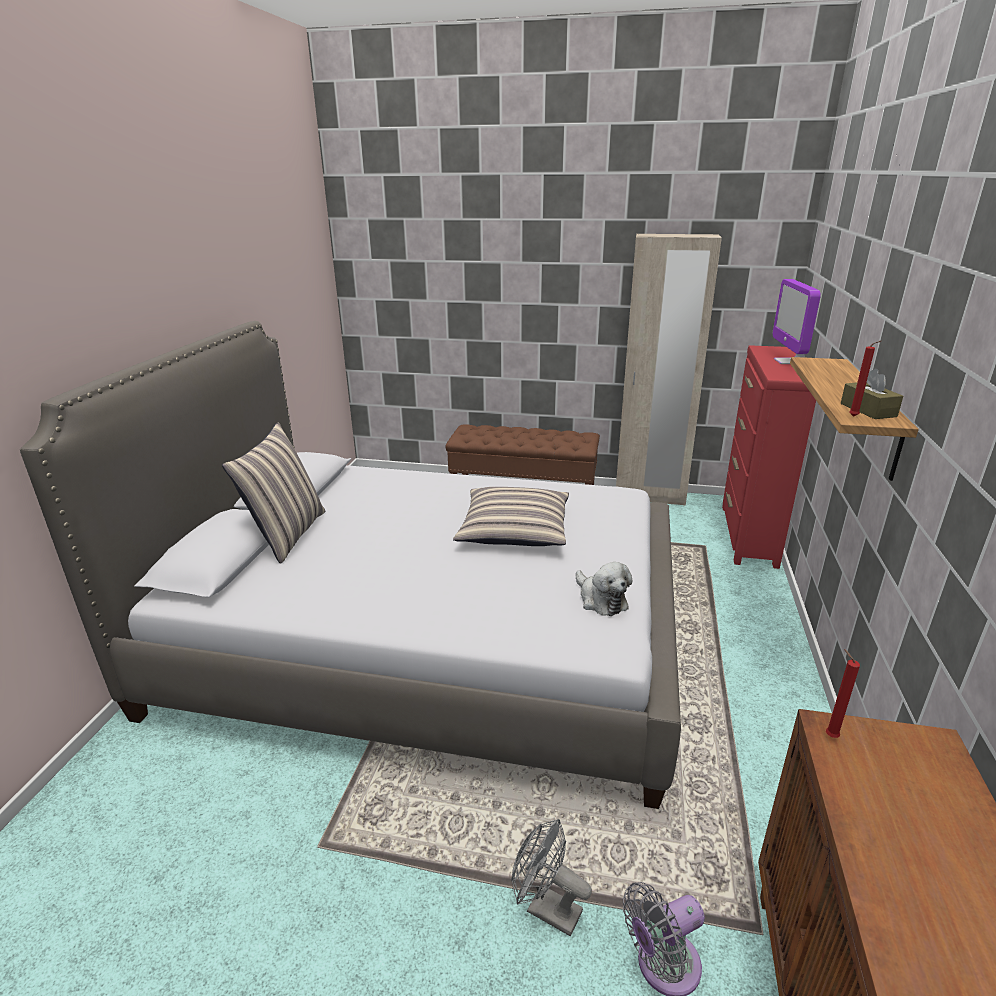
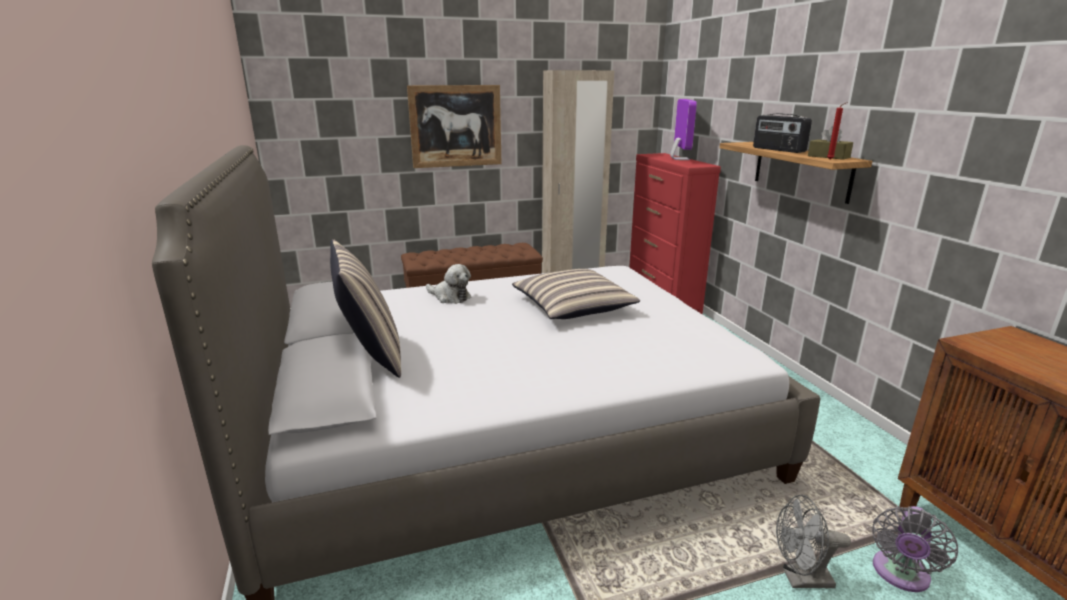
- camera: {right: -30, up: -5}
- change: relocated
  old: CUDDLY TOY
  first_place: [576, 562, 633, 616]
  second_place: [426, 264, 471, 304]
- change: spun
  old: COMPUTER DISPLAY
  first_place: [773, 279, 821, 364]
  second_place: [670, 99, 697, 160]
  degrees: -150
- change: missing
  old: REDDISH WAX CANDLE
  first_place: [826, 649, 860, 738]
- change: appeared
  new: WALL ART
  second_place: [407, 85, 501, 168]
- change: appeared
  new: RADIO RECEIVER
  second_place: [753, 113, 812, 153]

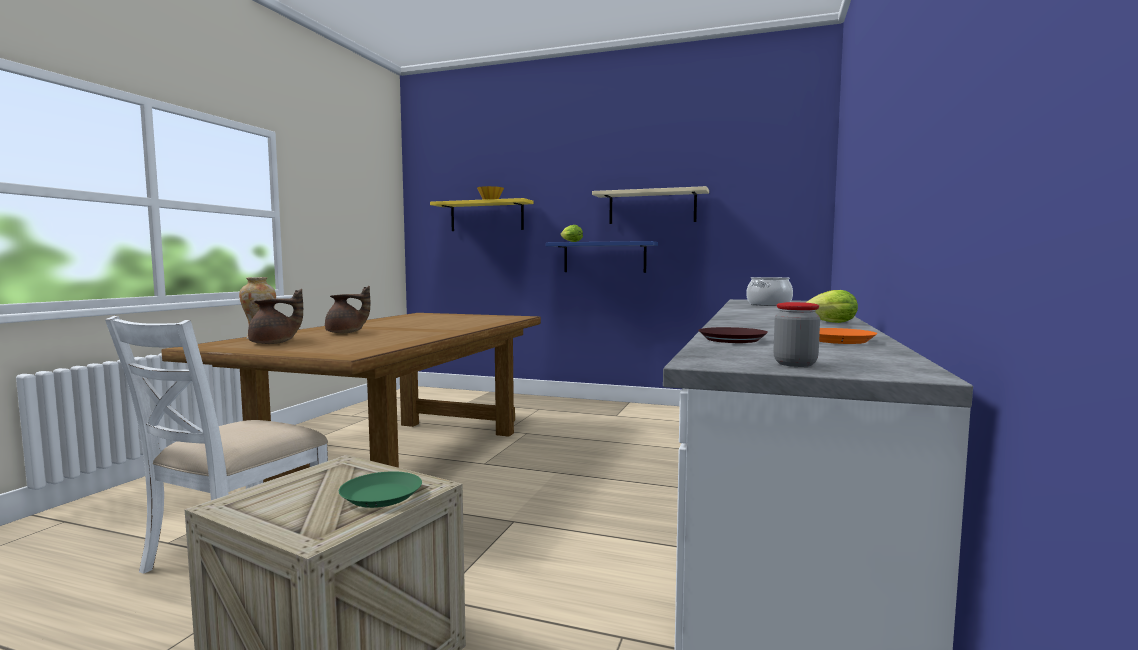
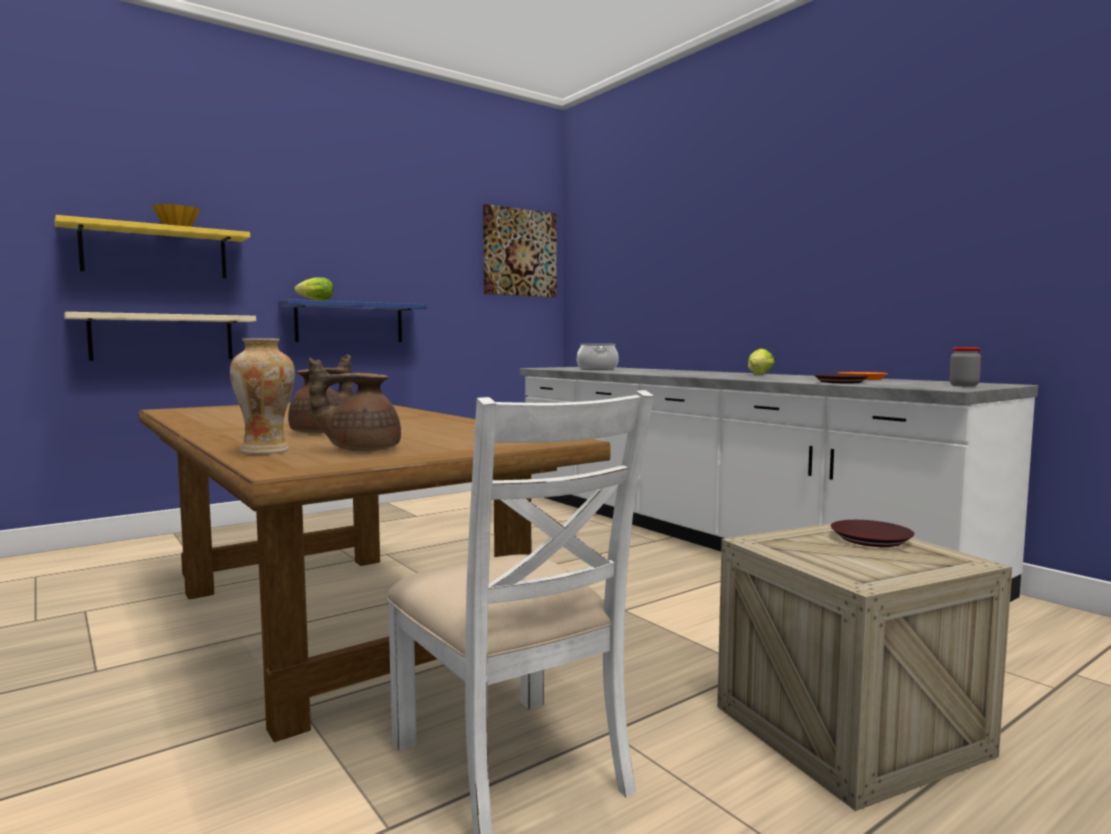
- camera: {right: -55, up: 0}
- change: spun
  old: BROWN-COLOURED TEA POT
  first_place: [248, 289, 303, 344]
  second_place: [309, 358, 401, 451]
  degrees: -120
- change: colour
  old: GREEN-COLOURED DINNER PLATE
  new: BROWN-COLOURED DINNER PLATE
  first_place: [339, 471, 422, 508]
  second_place: [831, 520, 915, 547]
- change: relocated
  old: SAND-COLOURED BRACKET SHELF
  first_place: [592, 186, 709, 224]
  second_place: [64, 312, 256, 361]
- change: appeared
  new: WALL ART
  second_place: [483, 204, 556, 297]

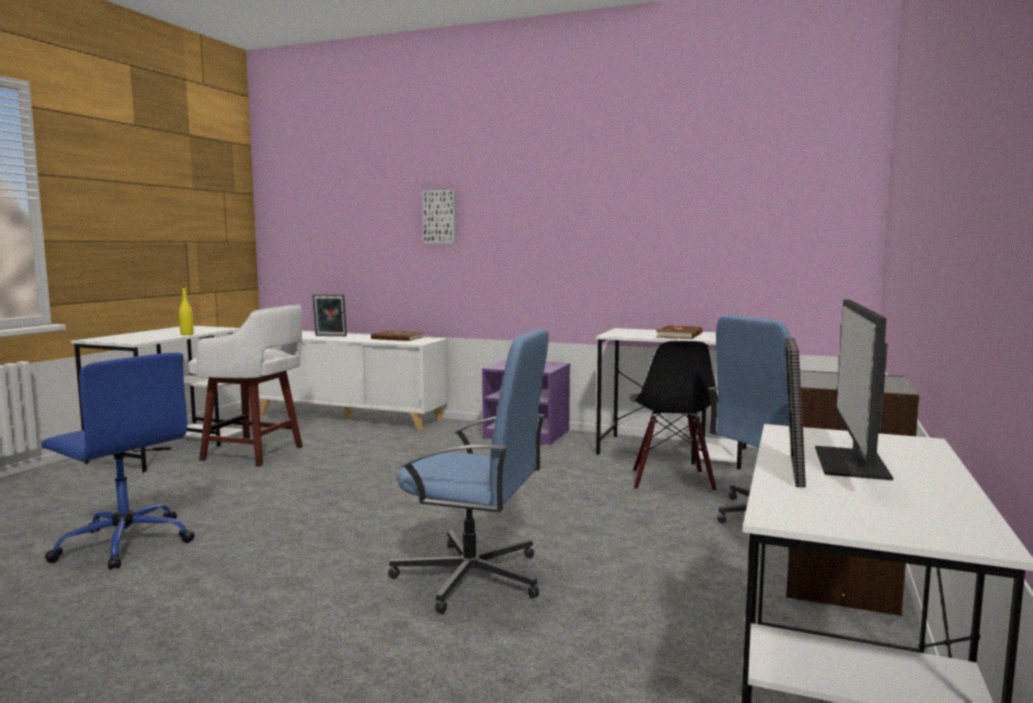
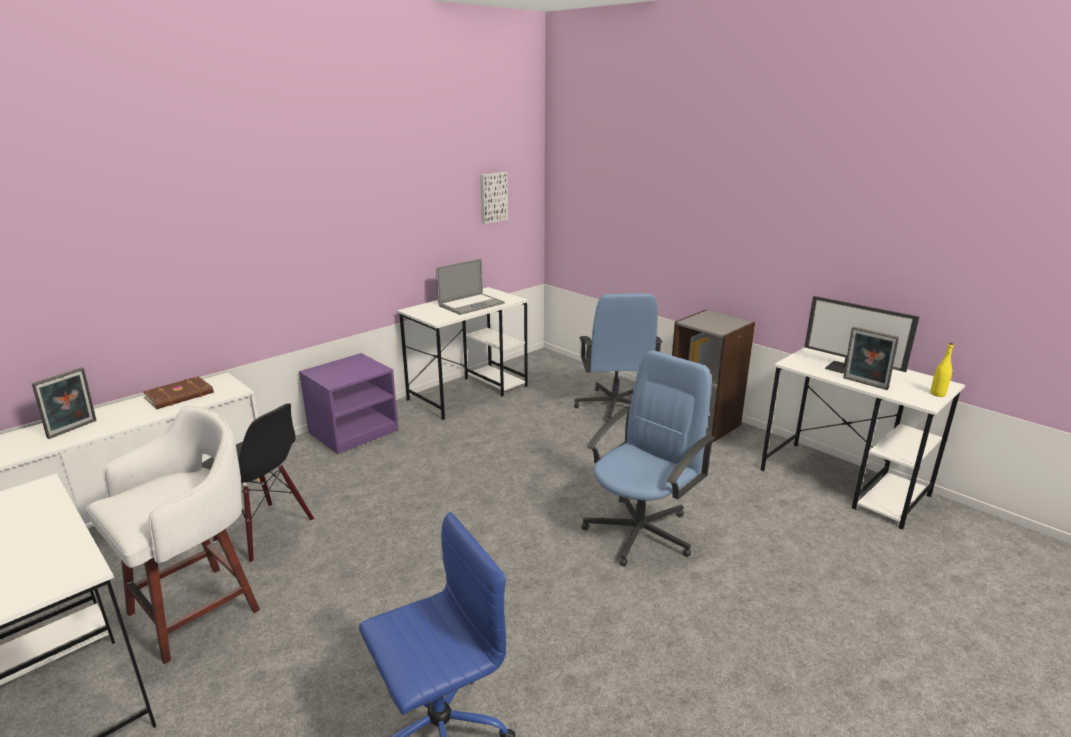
- camera: {right: -65, up: 15}
- change: relocated
  old: YELLOWISH BEVERAGE BOTTLE
  first_place: [179, 287, 194, 335]
  second_place: [930, 343, 953, 397]
- change: relocated
  old: WALL ART
  first_place: [423, 190, 457, 243]
  second_place: [480, 172, 508, 224]
- change: relocated
  old: BLACK-COLOURED UPRIGHT CHAIR
  first_place: [630, 341, 718, 492]
  second_place: [202, 403, 314, 563]
- change: exchanged
  old: BROWN-COLOURED BOUND BOOK
  new: PORTABLE COMPUTER
  first_place: [657, 325, 702, 339]
  second_place: [436, 259, 505, 315]

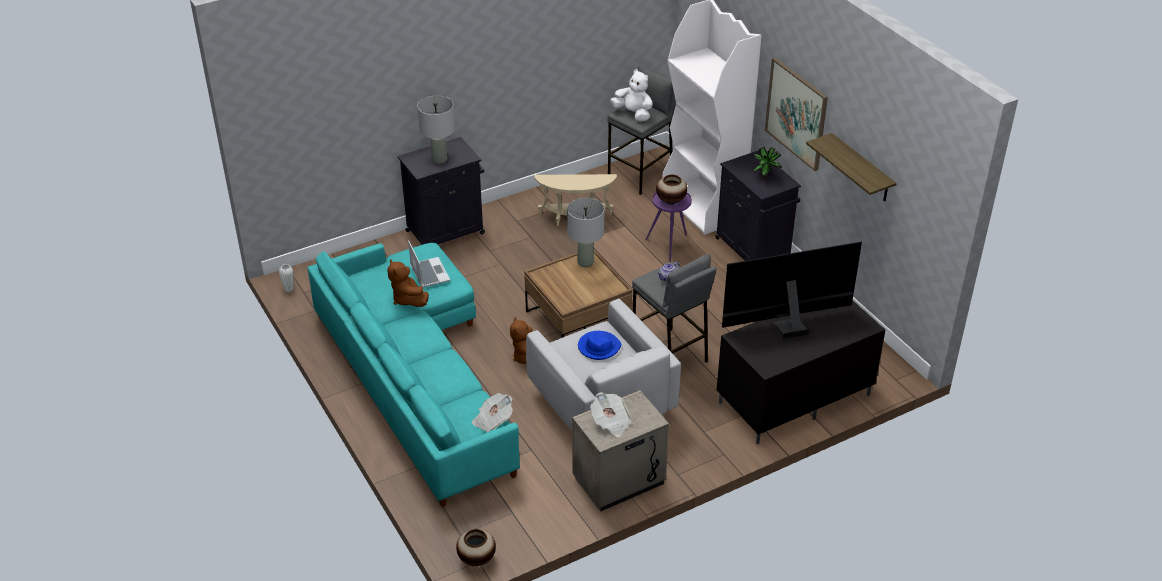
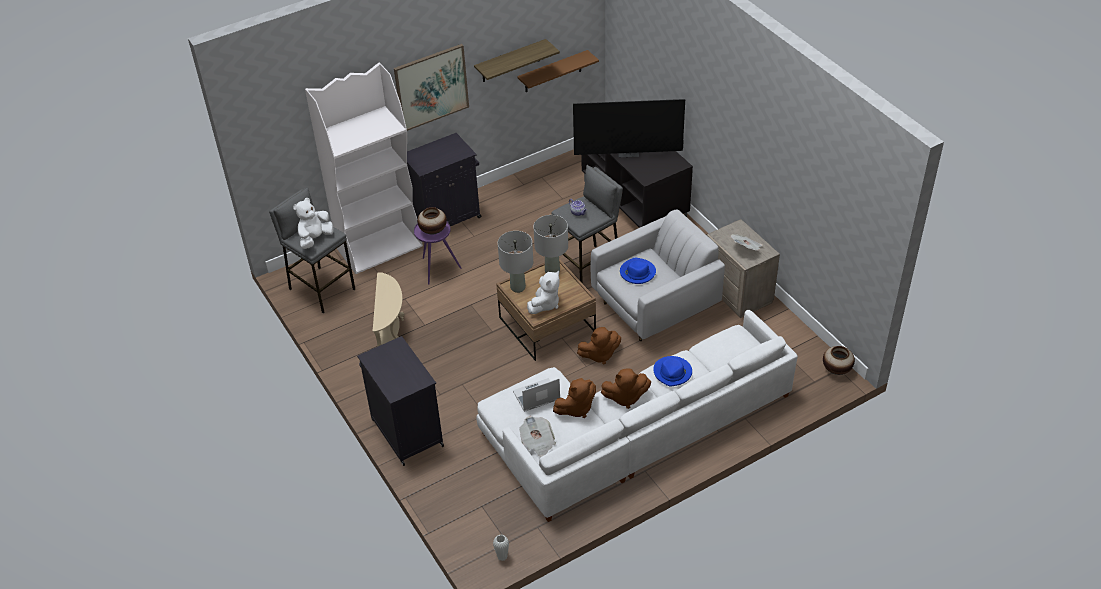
- camera: {right: -90, up: 5}
- change: colour
  old: BLUE-GREEN SOFA
  new: WHITE SOFA
  first_place: [308, 243, 520, 507]
  second_place: [477, 310, 798, 522]
- change: relocated
  old: GREYISH TABLETOP LAMP
  first_place: [417, 96, 455, 164]
  second_place: [534, 215, 568, 273]
- change: relocated
  old: PRINTED PAPER
  first_place: [472, 393, 513, 433]
  second_place: [519, 416, 556, 457]
- change: spun
  old: TELEVISION
  first_place: [722, 242, 862, 339]
  second_place: [573, 99, 685, 157]
  degrees: -75
- change: missing
  old: PLANT IN A POT
  first_place: [753, 147, 782, 178]
- change: appeared
  new: BROWN-COLOURED BRACKET SHELF
  second_place: [517, 50, 599, 92]
- change: appeared
  new: WHITE CUDDLY TOY
  second_place: [527, 271, 560, 314]
- change: appeared
  new: BROWN-COLOURED CUDDLY TOY
  second_place: [601, 368, 651, 409]
- change: appeared
  new: BLUISH WEARABLE HAT
  second_place: [653, 356, 692, 387]

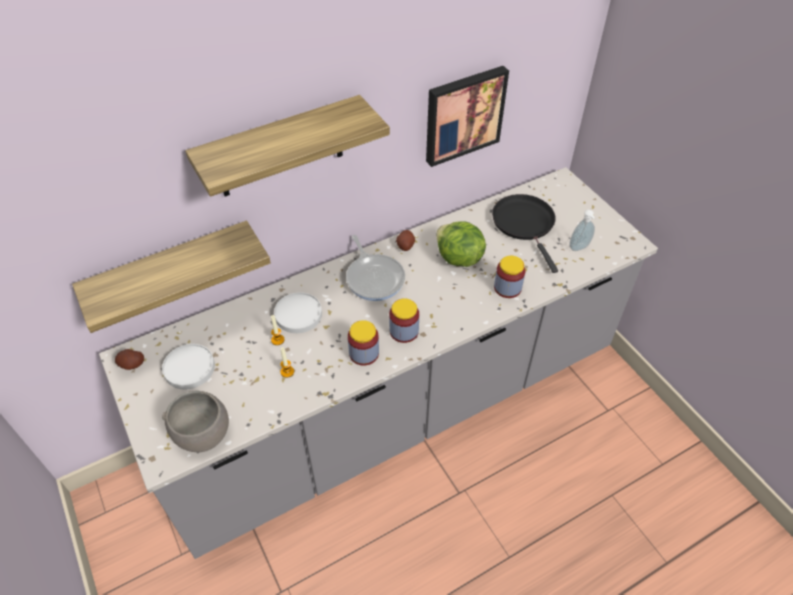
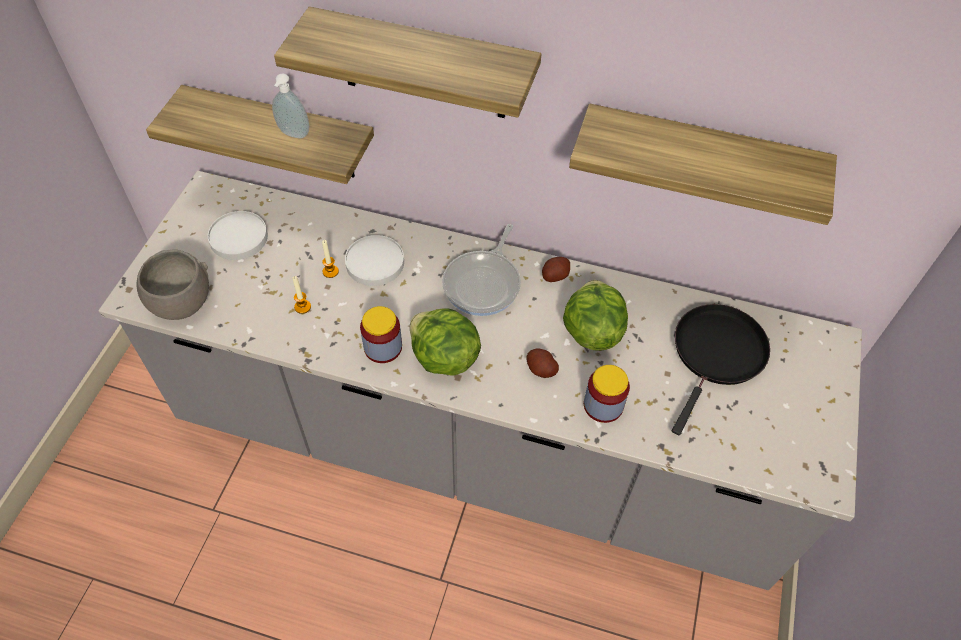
- camera: {right: 45, up: 5}
- change: relocated
  old: WHOLE POTATO
  first_place: [115, 349, 144, 370]
  second_place: [527, 349, 559, 378]
- change: exchanged
  old: PRESERVE JAR
  new: HEAD OF LETTUCE
  first_place: [389, 298, 419, 343]
  second_place: [410, 308, 481, 376]
- change: exchanged
  old: WALL ART
  new: BRACKET SHELF
  first_place: [426, 66, 509, 167]
  second_place: [569, 104, 837, 225]
- change: relocated
  old: LIQUID SOAP BOTTLE
  first_place: [569, 210, 595, 251]
  second_place: [272, 74, 309, 138]

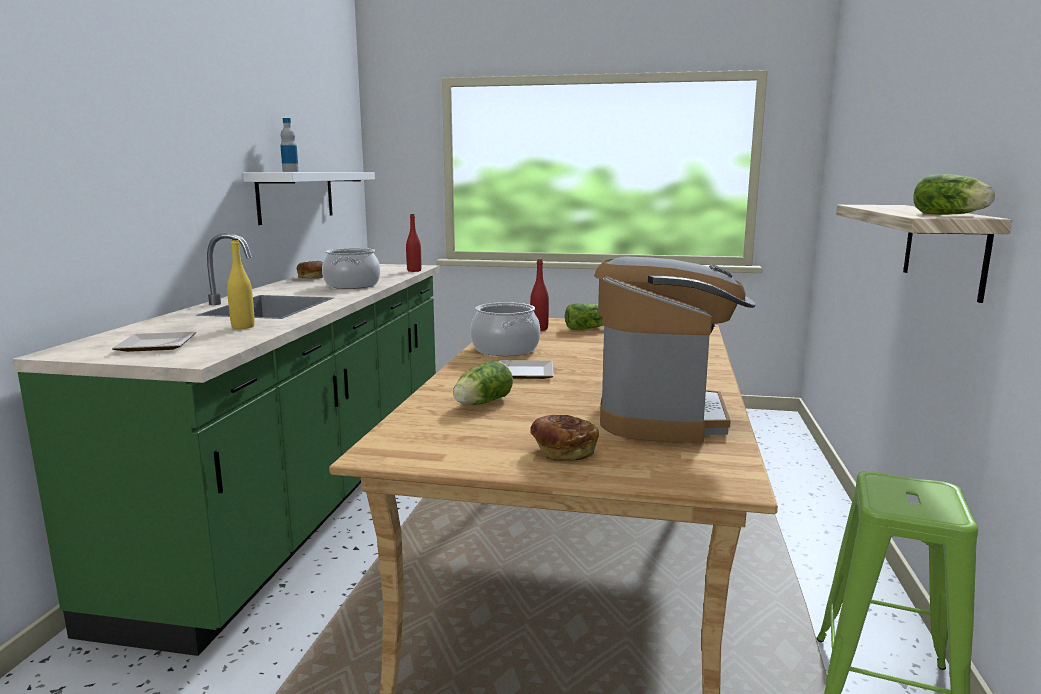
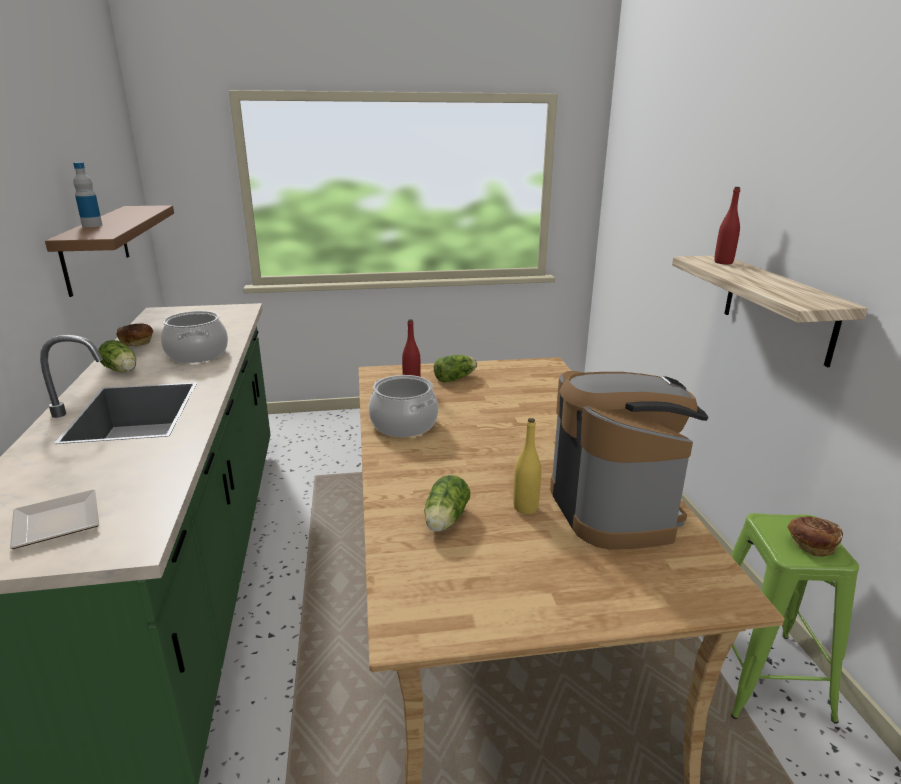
- camera: {right: -20, up: 10}
- change: relocated
  old: YELLOWISH BEVERAGE BOTTLE
  first_place: [227, 238, 255, 329]
  second_place: [513, 418, 541, 514]
- change: colour
  old: WHITE BRACKET SHELF
  new: BROWN-COLOURED BRACKET SHELF
  first_place: [243, 172, 375, 225]
  second_place: [45, 205, 174, 297]
- change: relocated
  old: REDDISH BEVERAGE BOTTLE
  first_place: [406, 214, 421, 272]
  second_place: [714, 187, 740, 264]
- change: missing
  old: DINNER PLATE
  first_place: [499, 360, 554, 379]
- change: relocated
  old: BAKERY BREAD
  first_place: [530, 415, 599, 461]
  second_place: [787, 516, 843, 557]
- change: relocated
  old: HEAD OF LETTUCE
  first_place: [913, 174, 995, 215]
  second_place: [98, 340, 136, 372]

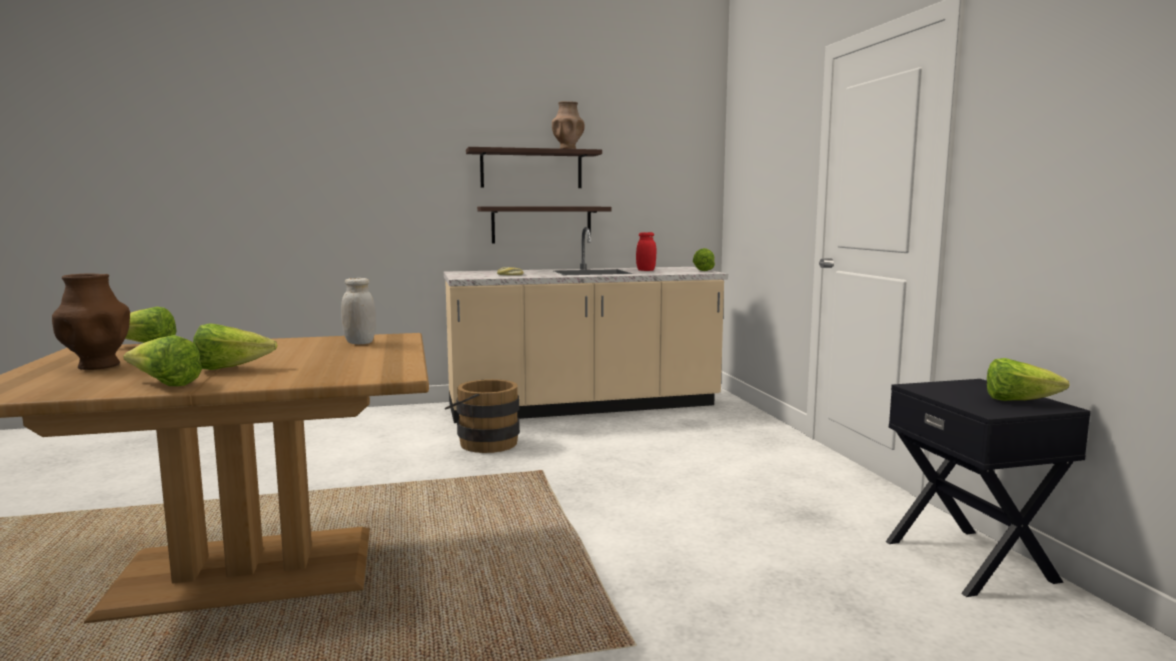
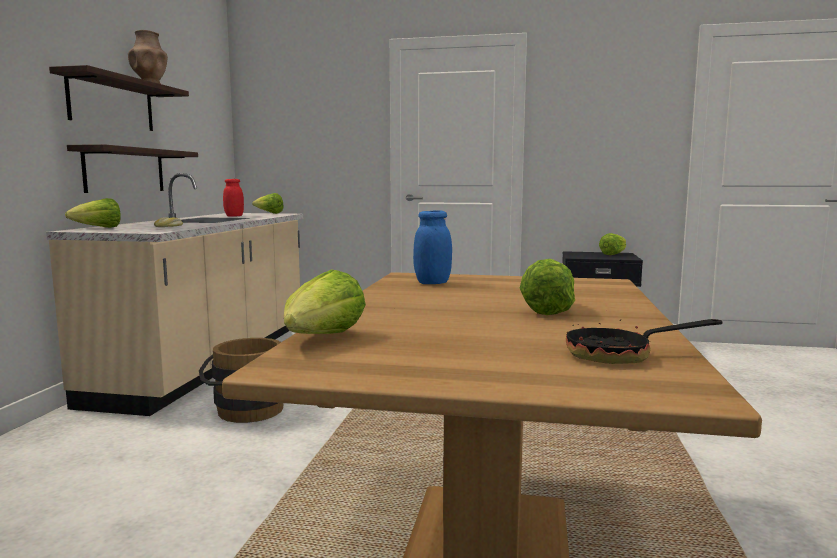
- camera: {right: -65, up: 0}
- change: missing
  old: BROWN-COLOURED DECORATIVE VASE
  first_place: [52, 273, 130, 370]
- change: relocated
  old: HEAD OF LETTUCE
  first_place: [123, 335, 202, 386]
  second_place: [65, 198, 121, 228]
- change: colour
  old: WHITE PRESERVE JAR
  new: BLUISH PRESERVE JAR
  first_place: [341, 278, 376, 344]
  second_place: [413, 210, 452, 284]
- change: appeared
  new: PAN
  second_place: [566, 310, 723, 364]

